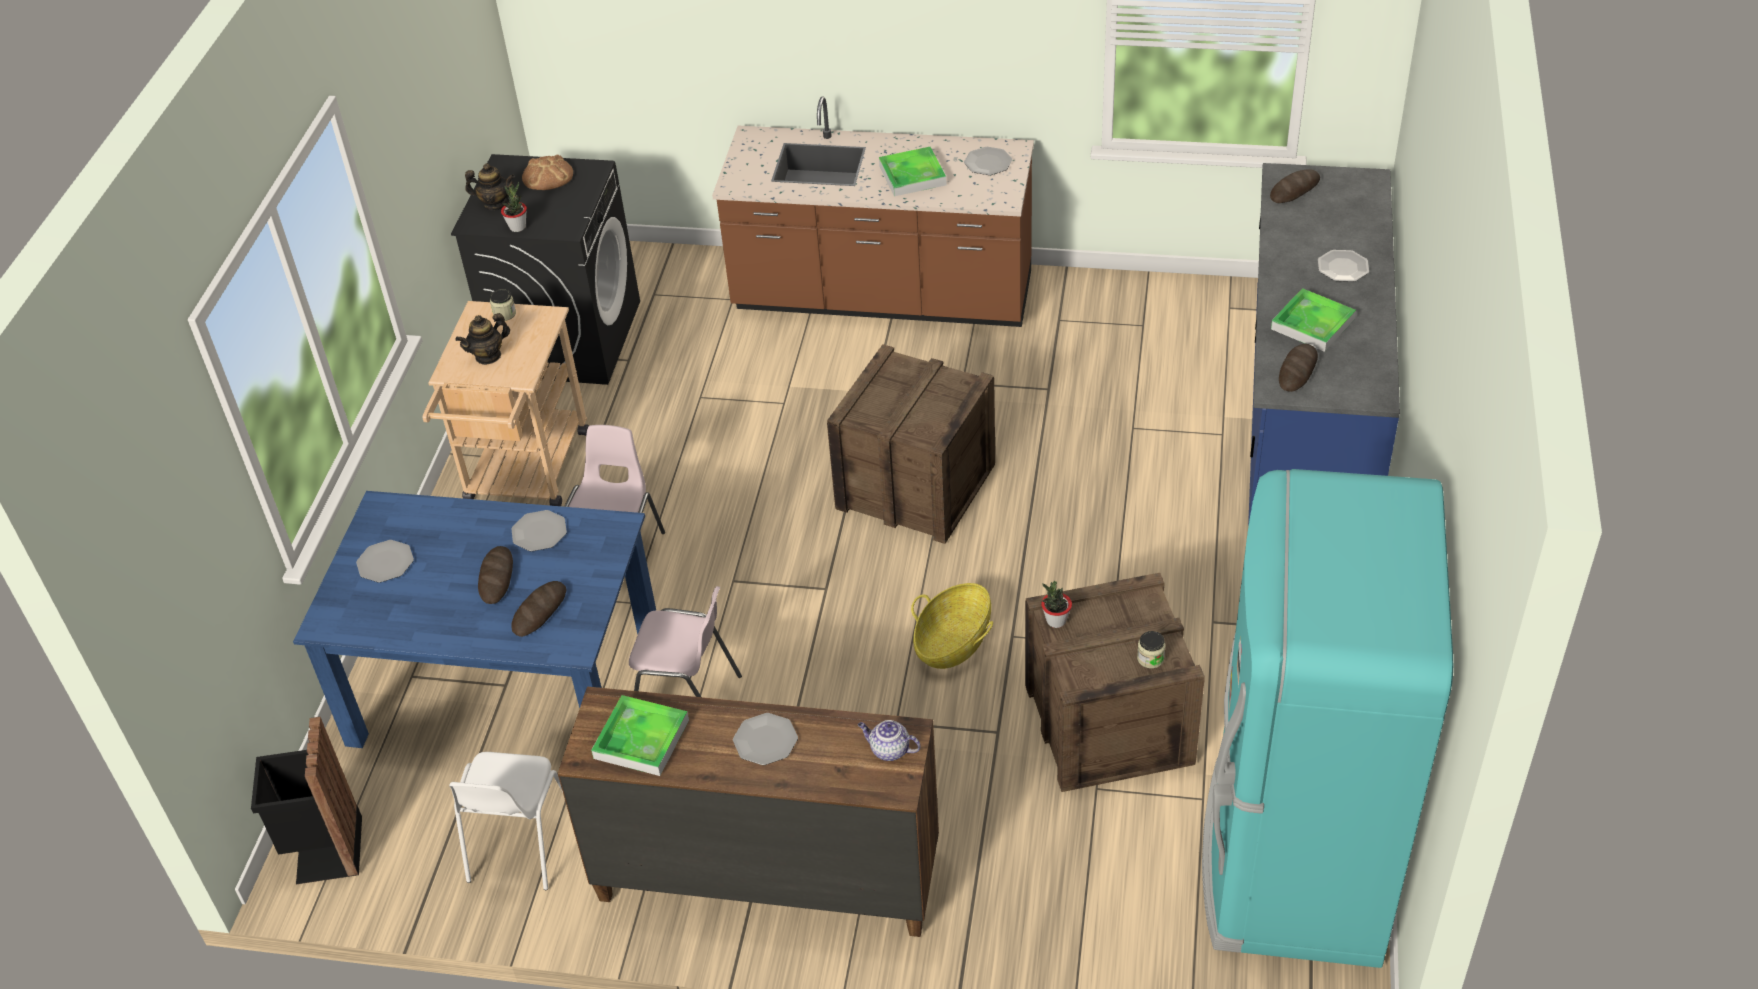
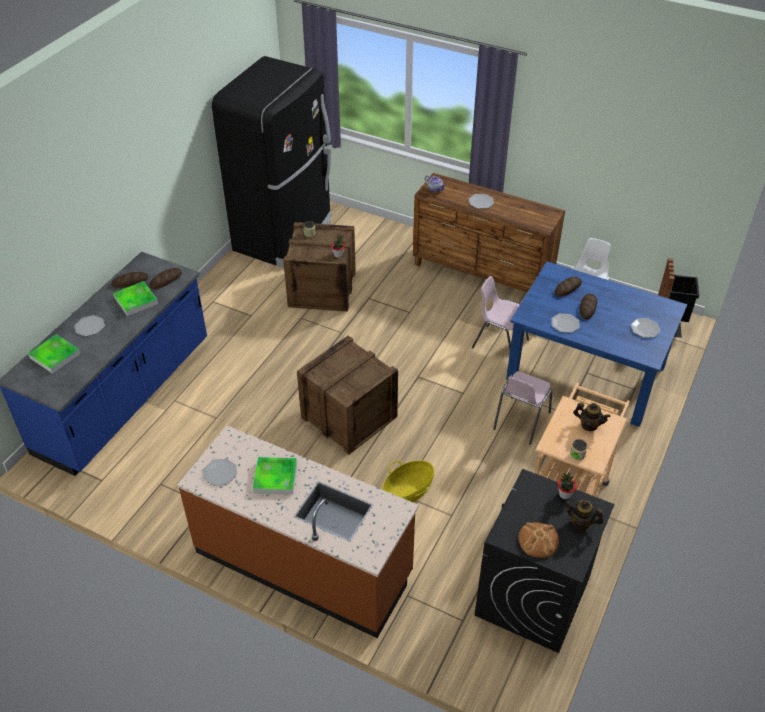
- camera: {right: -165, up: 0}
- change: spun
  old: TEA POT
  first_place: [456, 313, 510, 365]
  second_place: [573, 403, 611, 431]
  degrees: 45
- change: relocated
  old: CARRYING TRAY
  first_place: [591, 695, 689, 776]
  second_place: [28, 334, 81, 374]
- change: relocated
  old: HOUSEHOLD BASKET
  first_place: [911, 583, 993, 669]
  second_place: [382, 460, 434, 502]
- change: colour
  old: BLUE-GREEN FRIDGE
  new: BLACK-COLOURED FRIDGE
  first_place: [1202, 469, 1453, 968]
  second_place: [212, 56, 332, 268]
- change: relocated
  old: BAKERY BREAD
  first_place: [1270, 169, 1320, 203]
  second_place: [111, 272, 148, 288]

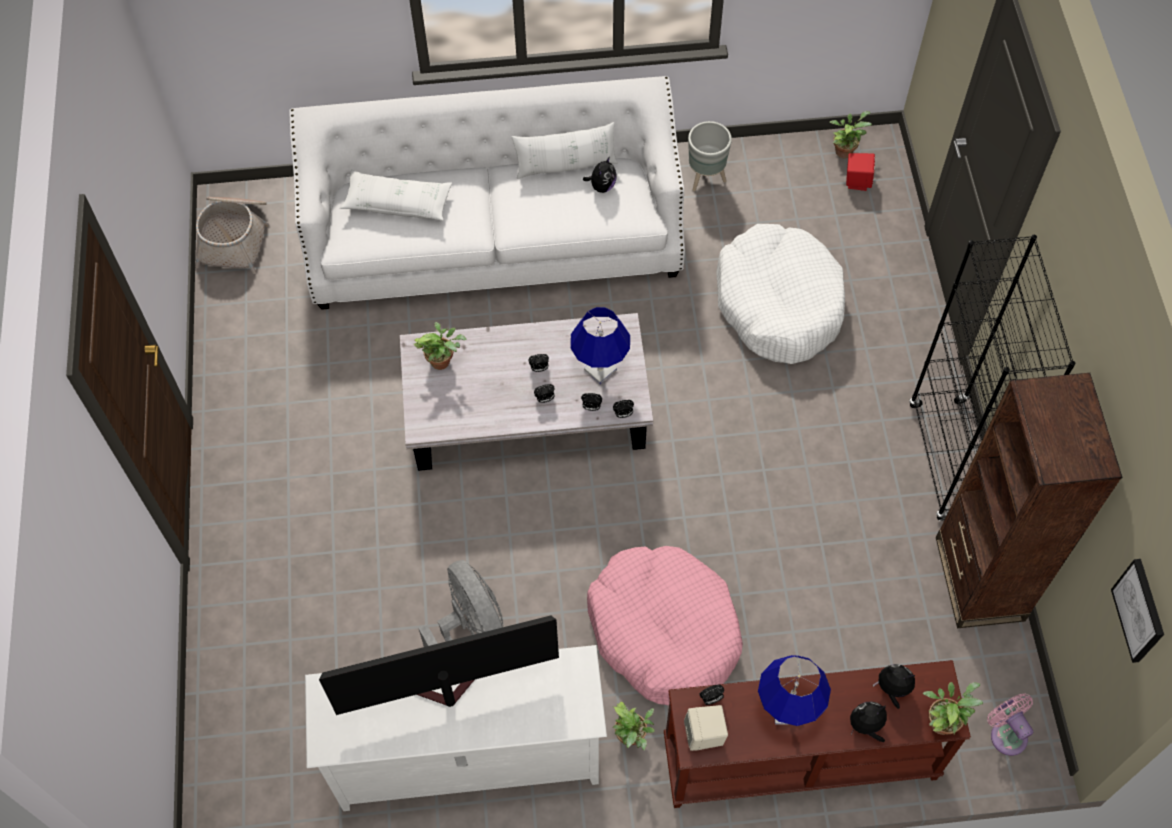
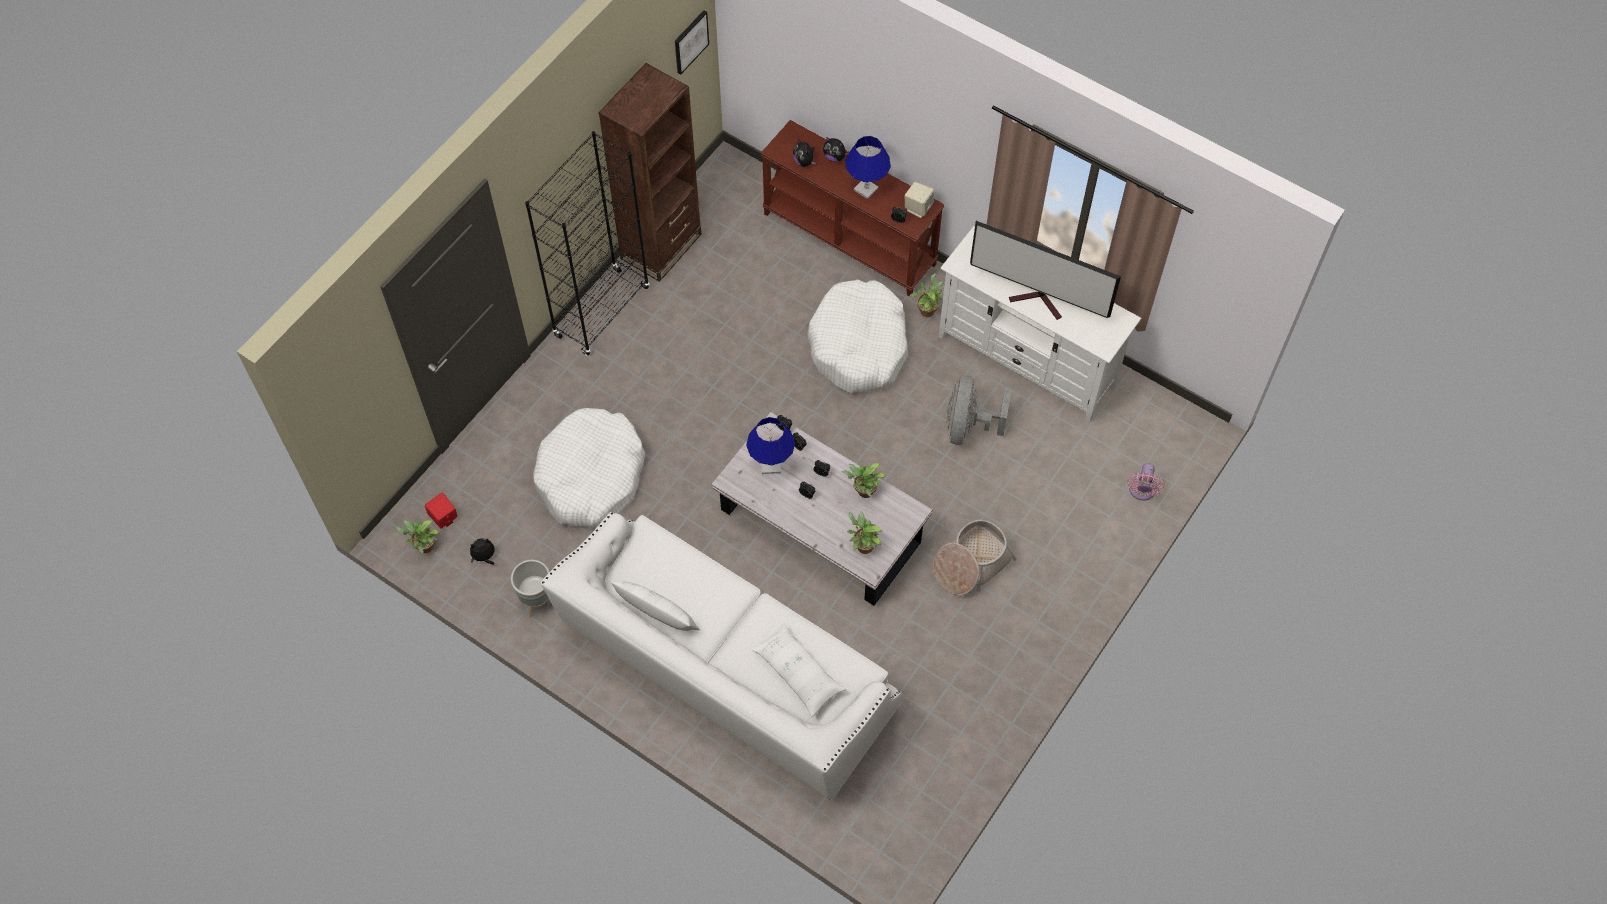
- camera: {right: -140, up: 0}
- change: relocated
  old: HOUSEHOLD BASKET
  first_place: [195, 197, 270, 274]
  second_place: [933, 519, 1017, 596]
- change: relocated
  old: CUDDLY TOY
  first_place: [583, 156, 617, 193]
  second_place: [470, 538, 495, 564]
- change: colour
  old: PINKISH PET BED
  new: WHITE PET BED
  first_place: [587, 546, 743, 705]
  second_place: [807, 280, 908, 393]
- change: relocated
  old: PLANT IN A POT
  first_place: [923, 682, 983, 735]
  second_place: [841, 463, 885, 498]
- change: relocated
  old: PINKISH ELECTRIC FAN
  first_place: [987, 693, 1033, 756]
  second_place: [1127, 463, 1164, 501]

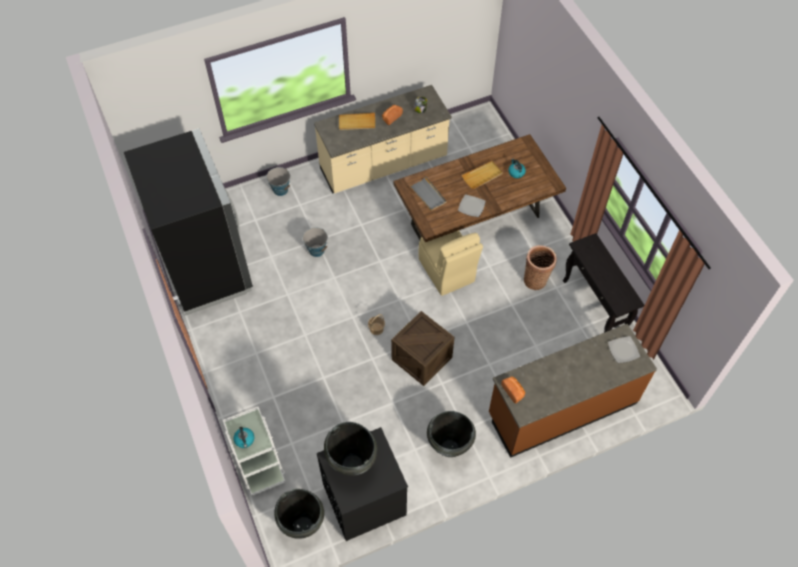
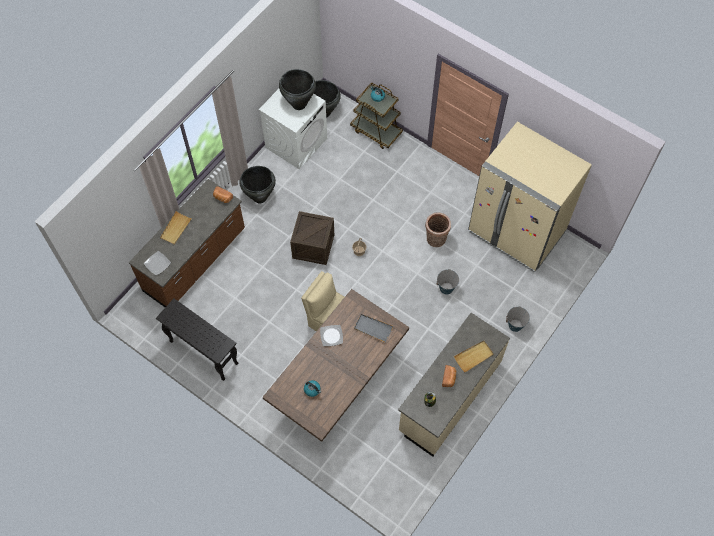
- camera: {right: 150, up: 5}
- change: colour
  old: BLACK-COLOURED FRIDGE
  new: SAND-COLOURED FRIDGE
  first_place: [124, 128, 253, 315]
  second_place: [468, 122, 592, 273]
- change: colour
  old: WHITE CART
  new: BROWN-COLOURED CART
  first_place: [223, 407, 285, 496]
  second_place: [350, 82, 403, 149]
- change: colour
  old: BLACK-COLOURED WASHING MACHINE
  new: WHITE WASHING MACHINE
  first_place: [317, 427, 408, 541]
  second_place: [259, 89, 327, 169]
- change: relocated
  old: SAND-COLOURED CARRYING TRAY
  first_place: [462, 161, 503, 189]
  second_place: [160, 211, 192, 245]
- change: relocated
  old: HOUSEHOLD BASKET
  first_place: [524, 245, 557, 290]
  second_place: [425, 212, 451, 247]

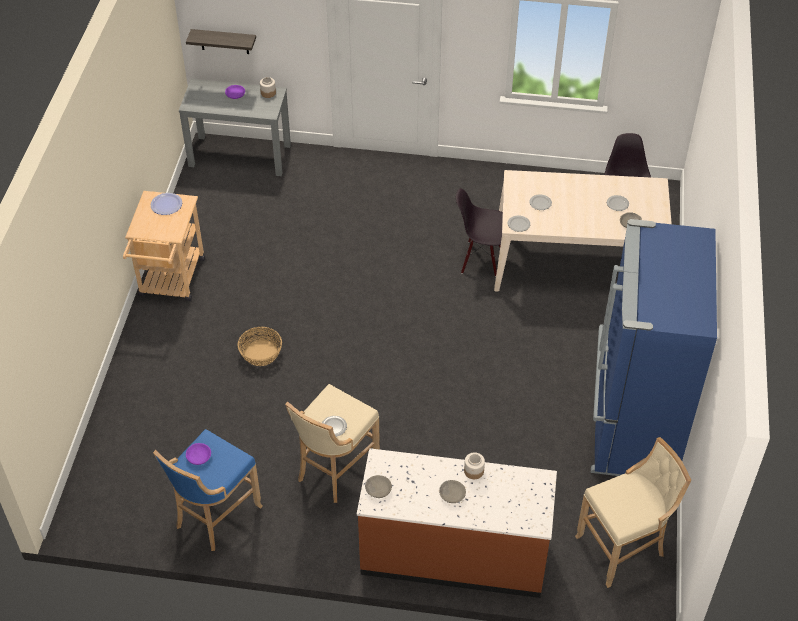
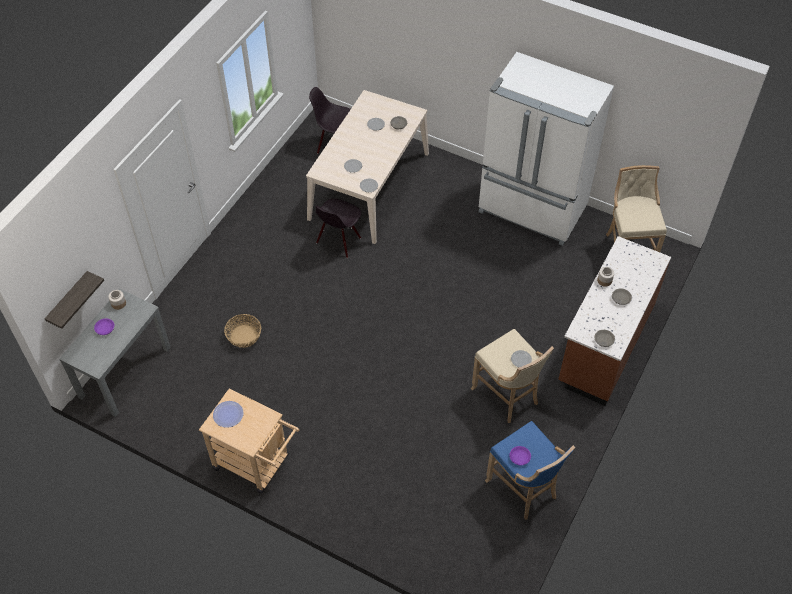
- camera: {right: -70, up: 5}
- change: relocated
  old: HOUSEHOLD BASKET
  first_place: [238, 327, 282, 366]
  second_place: [224, 314, 261, 348]
- change: colour
  old: BLUISH FRIDGE
  new: WHITE FRIDGE
  first_place: [591, 219, 717, 476]
  second_place: [479, 52, 614, 246]

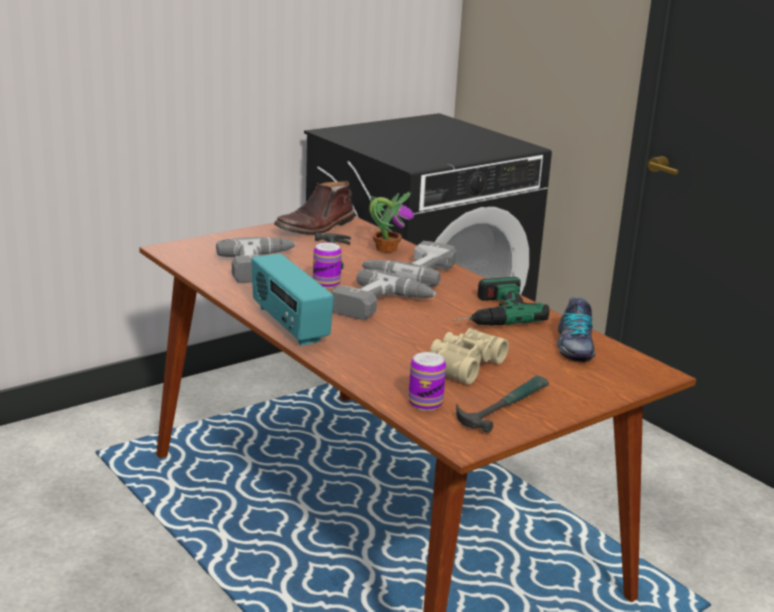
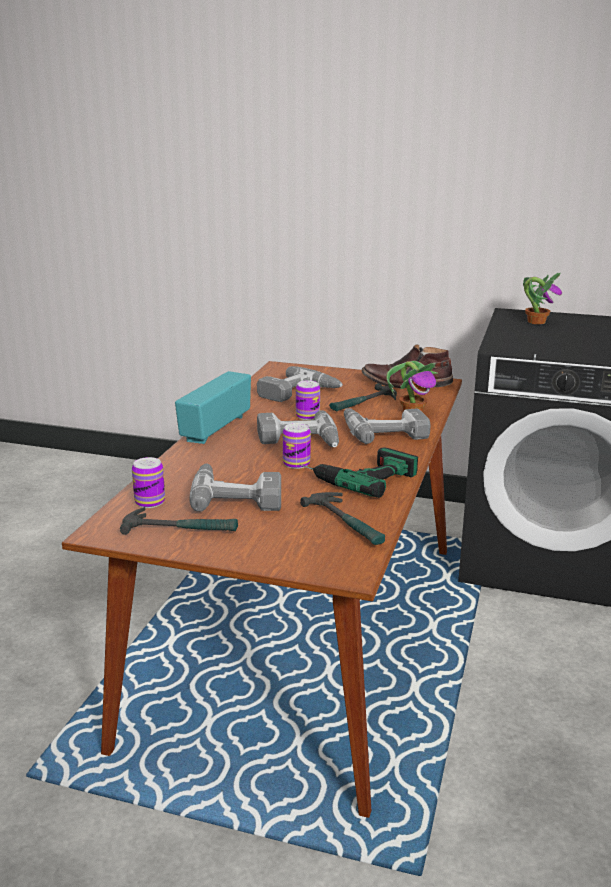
- camera: {right: 55, up: 0}
- change: exchanged
  old: SAND-COLOURED BINOCULARS
  new: POWER DRILL
  first_place: [430, 328, 509, 385]
  second_place: [189, 463, 281, 512]
- change: exchanged
  old: ITEM OF FOOTWEAR
  new: HAND HAMMER
  first_place: [557, 297, 596, 363]
  second_place: [300, 492, 385, 545]
- change: appeared
  new: SEALED CAN
  second_place: [283, 423, 311, 469]
- change: appeared
  new: PLANT IN A POT
  second_place: [523, 273, 562, 324]

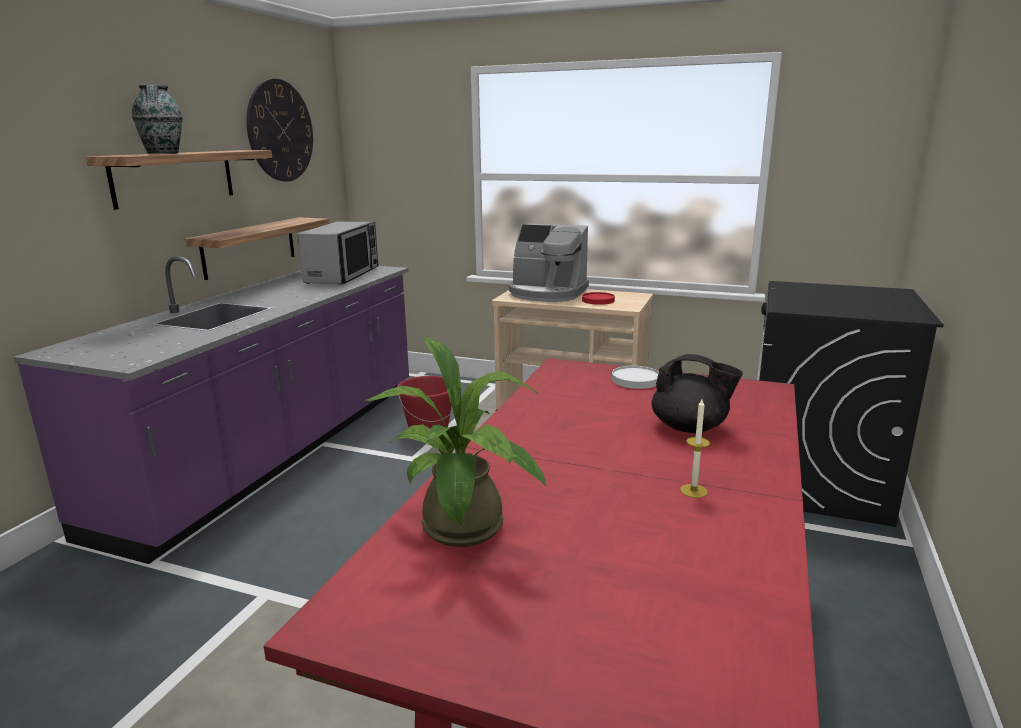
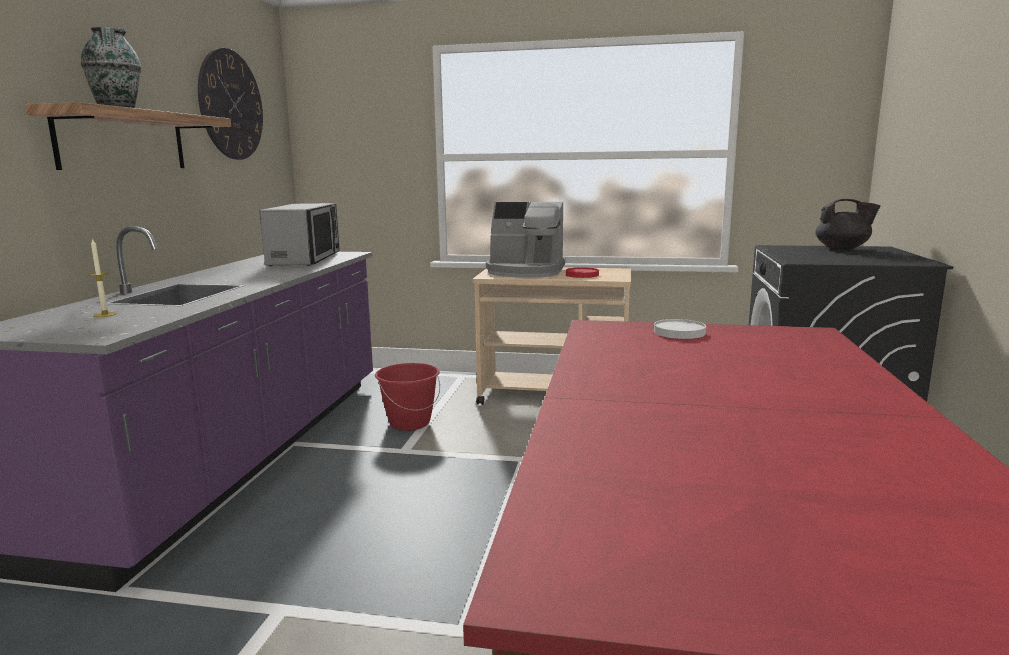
- camera: {right: -10, up: -5}
- change: missing
  old: BRACKET SHELF
  first_place: [185, 217, 329, 280]
- change: missing
  old: PLANT IN A POT
  first_place: [364, 336, 546, 547]
- change: relocated
  old: BLACK-COLOURED TEA POT
  first_place: [651, 354, 743, 433]
  second_place: [816, 199, 880, 250]
- change: relocated
  old: WAX CANDLE
  first_place: [680, 399, 710, 498]
  second_place: [88, 238, 117, 317]

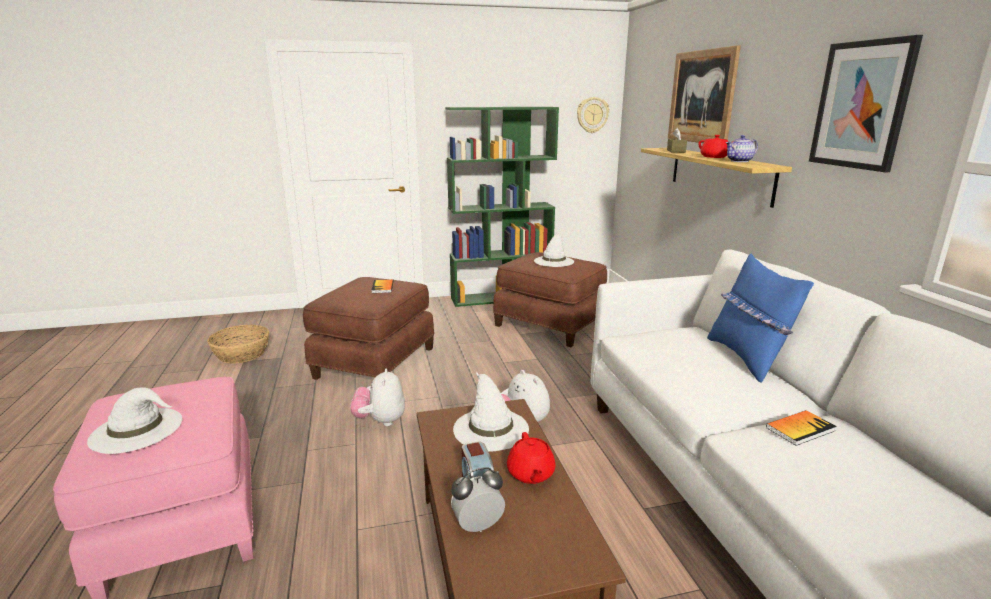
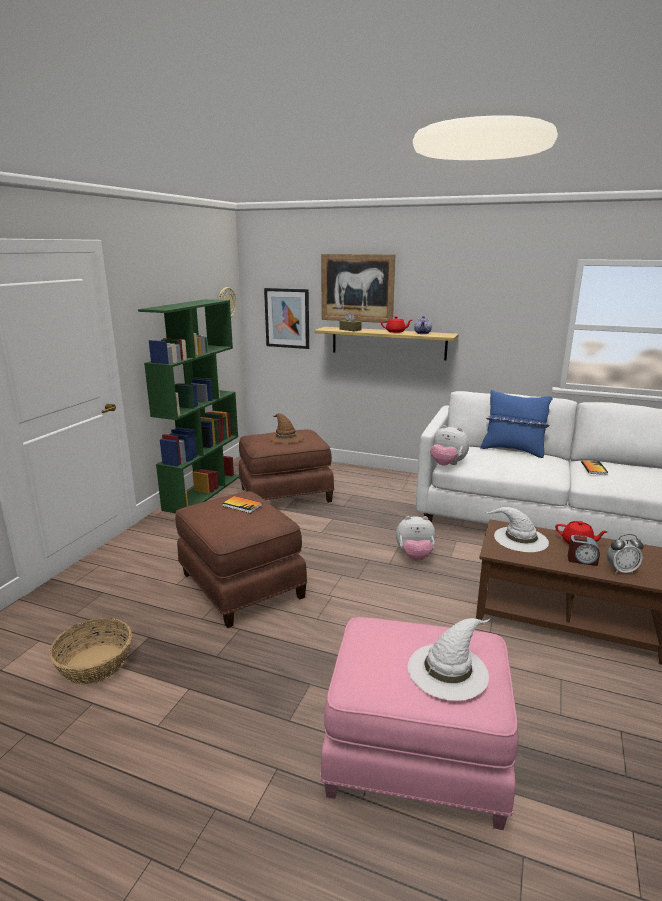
- camera: {right: -55, up: 0}
- change: relocated
  old: CUDDLY TOY
  first_place: [350, 368, 405, 426]
  second_place: [430, 425, 469, 466]
- change: spun
  old: BEDSIDE CLOCK
  first_place: [451, 467, 505, 532]
  second_place: [607, 534, 643, 574]
  degrees: -105
- change: colour
  old: WHITE WEARABLE HAT
  new: BROWN-COLOURED WEARABLE HAT
  first_place: [534, 234, 574, 267]
  second_place: [268, 413, 304, 444]
- change: relocated
  old: WALL ART
  first_place: [809, 35, 923, 172]
  second_place: [264, 288, 309, 349]

